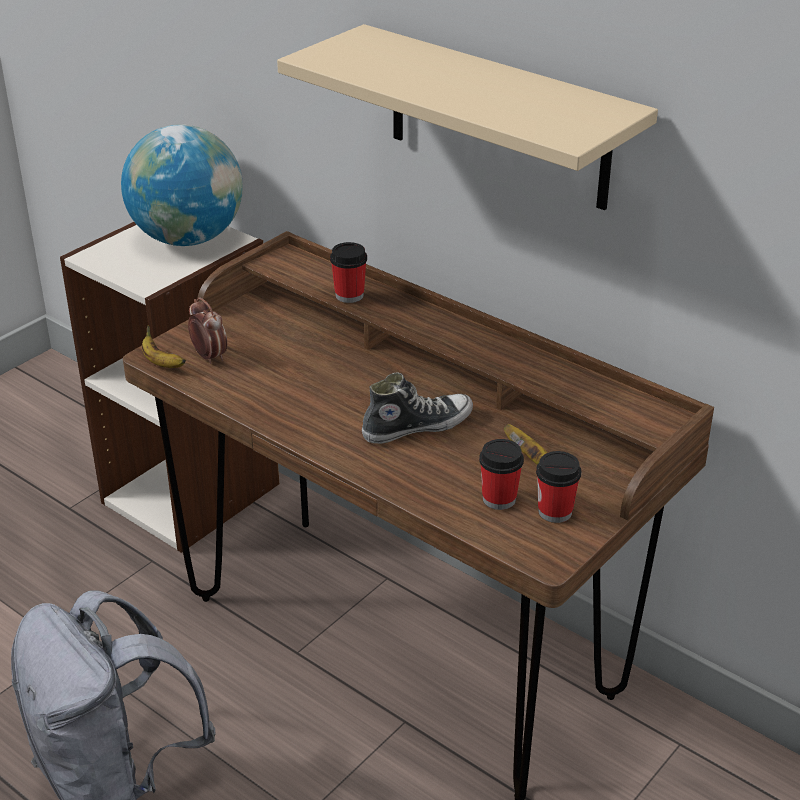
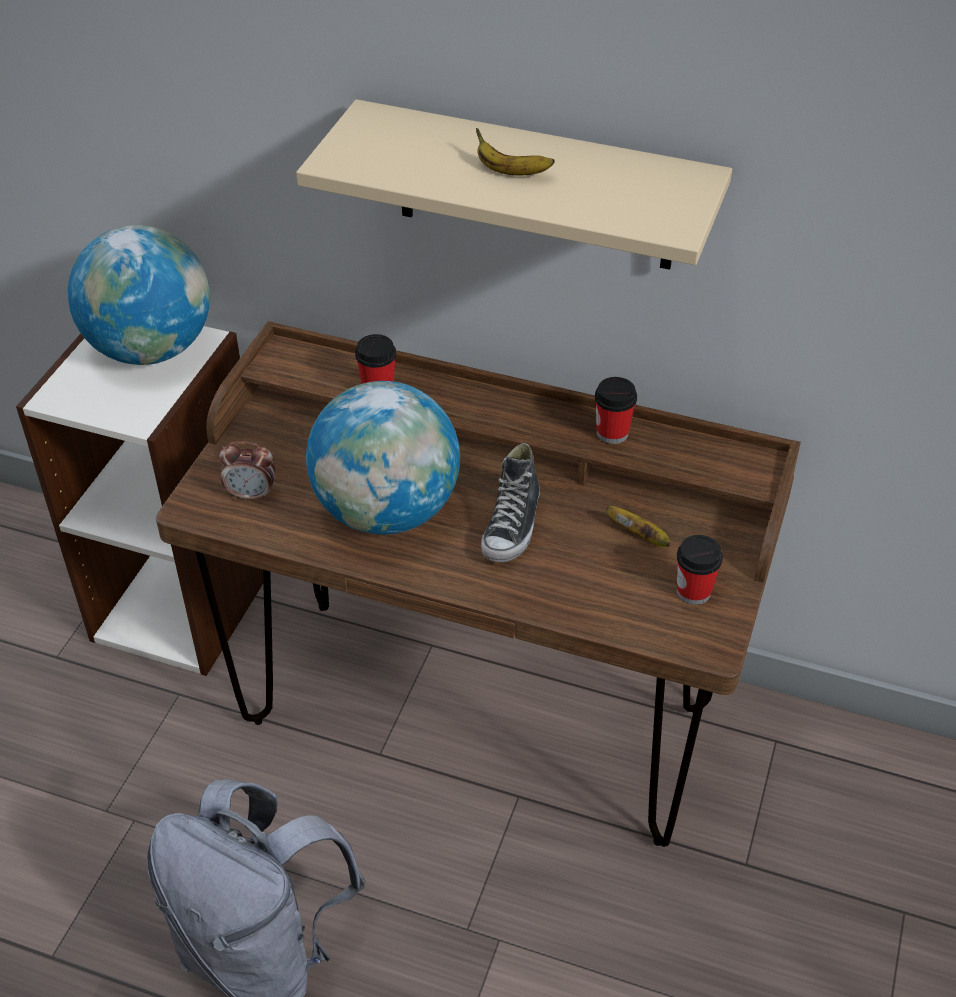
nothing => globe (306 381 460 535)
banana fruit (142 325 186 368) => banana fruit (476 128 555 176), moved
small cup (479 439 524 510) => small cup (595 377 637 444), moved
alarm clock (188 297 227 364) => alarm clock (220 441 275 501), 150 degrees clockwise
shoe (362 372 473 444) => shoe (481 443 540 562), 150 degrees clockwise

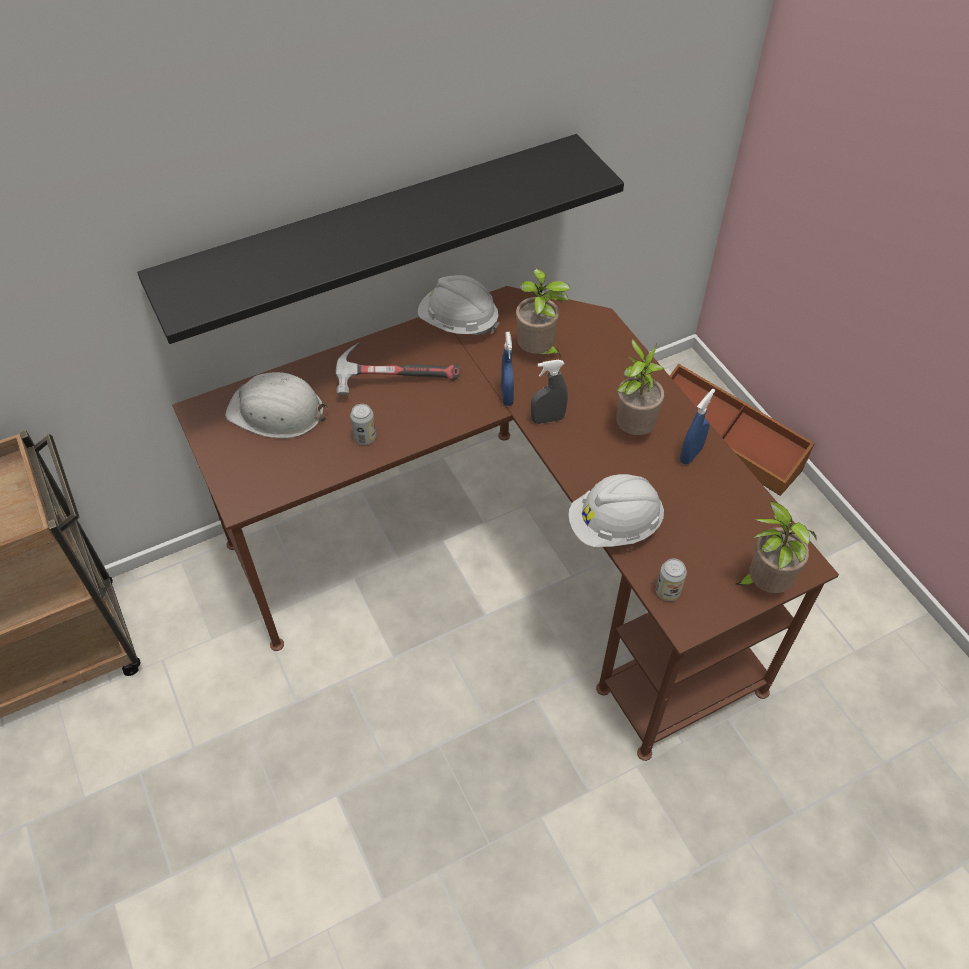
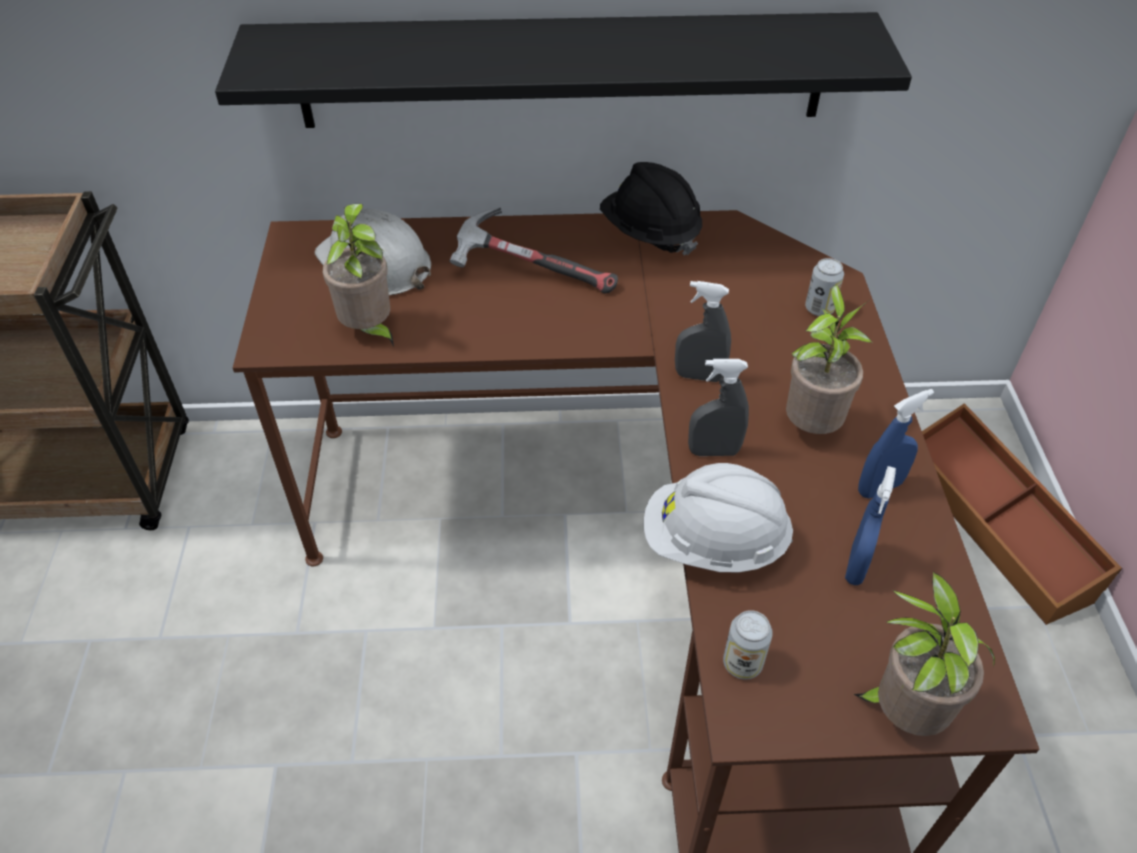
nothing => greyish sprayer (688 359 749 456)
sealed can (350 404 376 445) => sealed can (805 258 844 316), moved
blue-coloured sprayer (501 332 514 406) => blue-coloured sprayer (845 466 896 585), moved
houseplant (516 269 571 356) => houseplant (323 204 394 347), moved
whitish safety helmet (418 275 499 335) => blackish safety helmet (600 162 702 255)

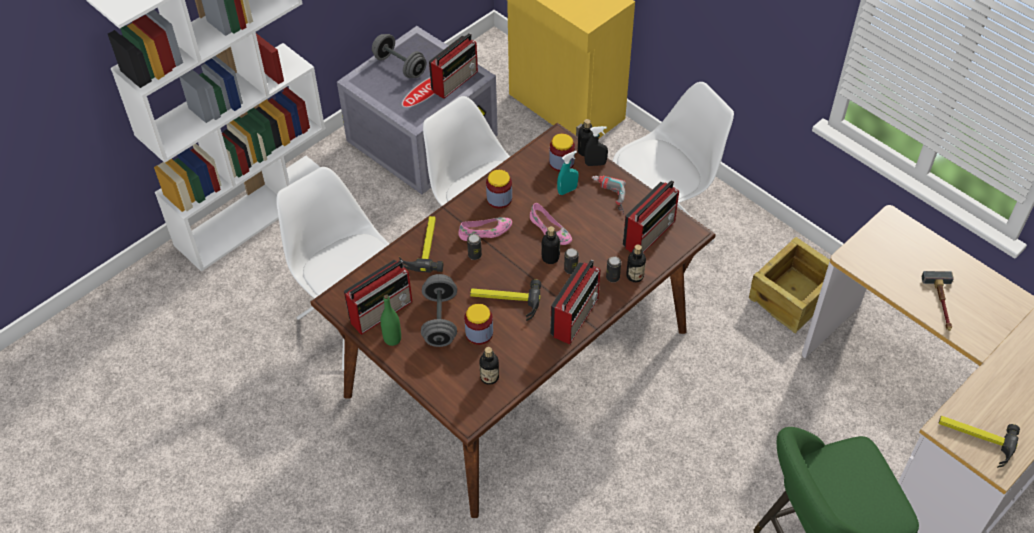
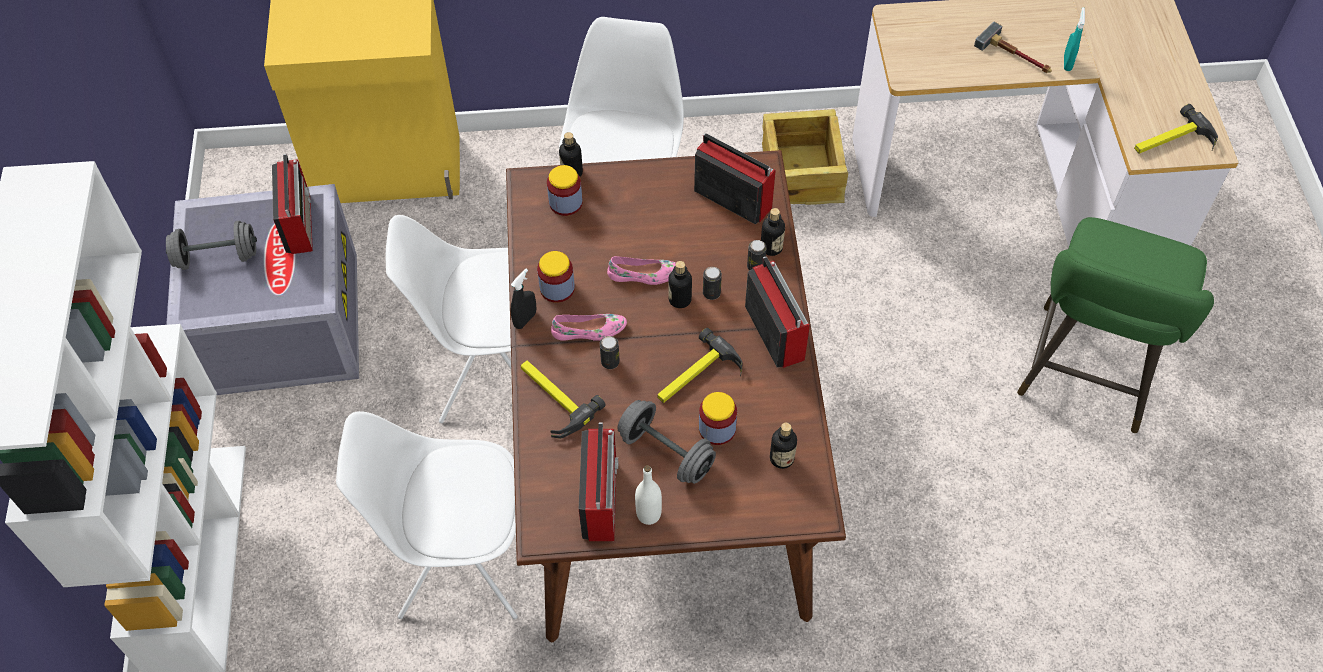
power drill (591 175 626 214) => nothing
turquoise sprayer (557 151 578 195) => turquoise sprayer (1064 7 1085 71), moved
blackish sprayer (584 126 608 166) => blackish sprayer (511 269 536 329), moved
green-coloured beverage bottle (380 295 401 346) => whitish beverage bottle (635 465 662 525)
pink shoe (458 217 512 241) => pink shoe (551 314 627 341), 60 degrees clockwise
radio set (623 180 679 253) => radio set (694 133 776 224), 45 degrees counterclockwise

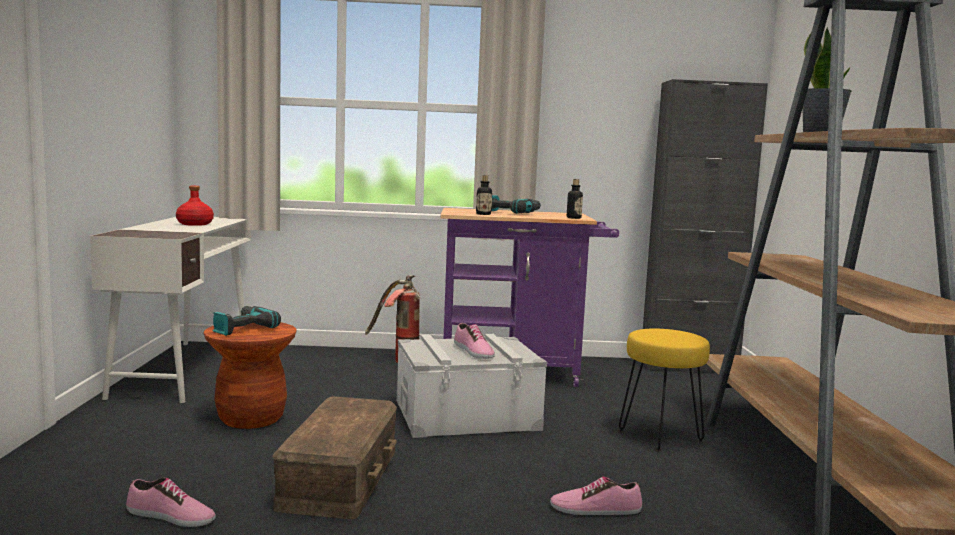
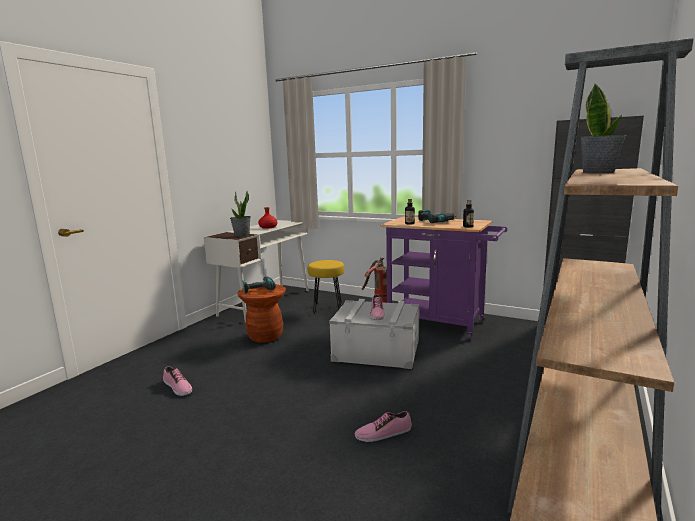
brownish storage container (272 396 397 519) => nothing
nothing => houseplant (230 191 250 237)
yellow sitting stool (619 329 710 452) => yellow sitting stool (308 260 344 314), moved
shoe (550 477 642 515) => shoe (355 411 412 442), 45 degrees counterclockwise

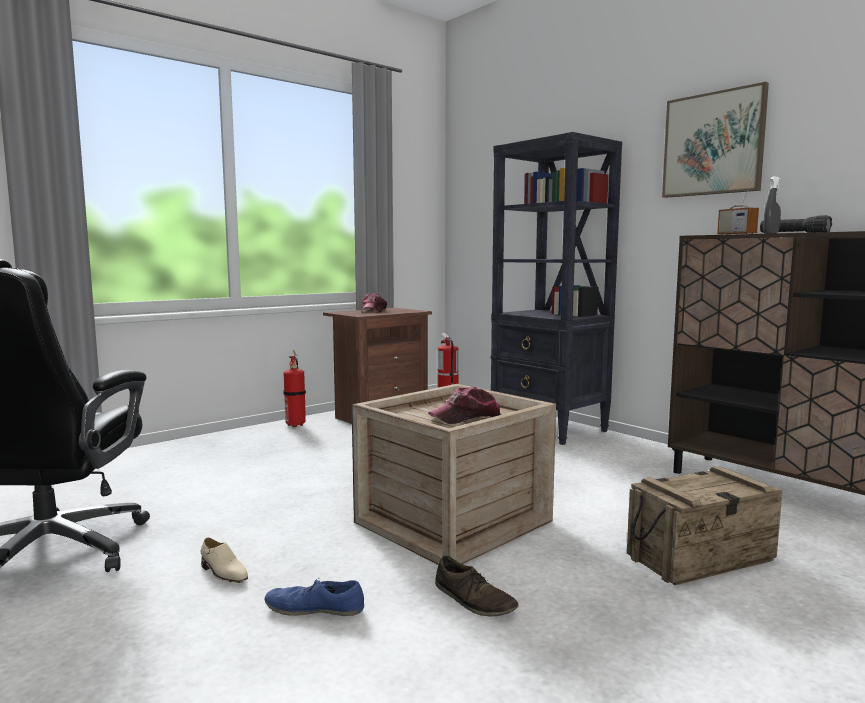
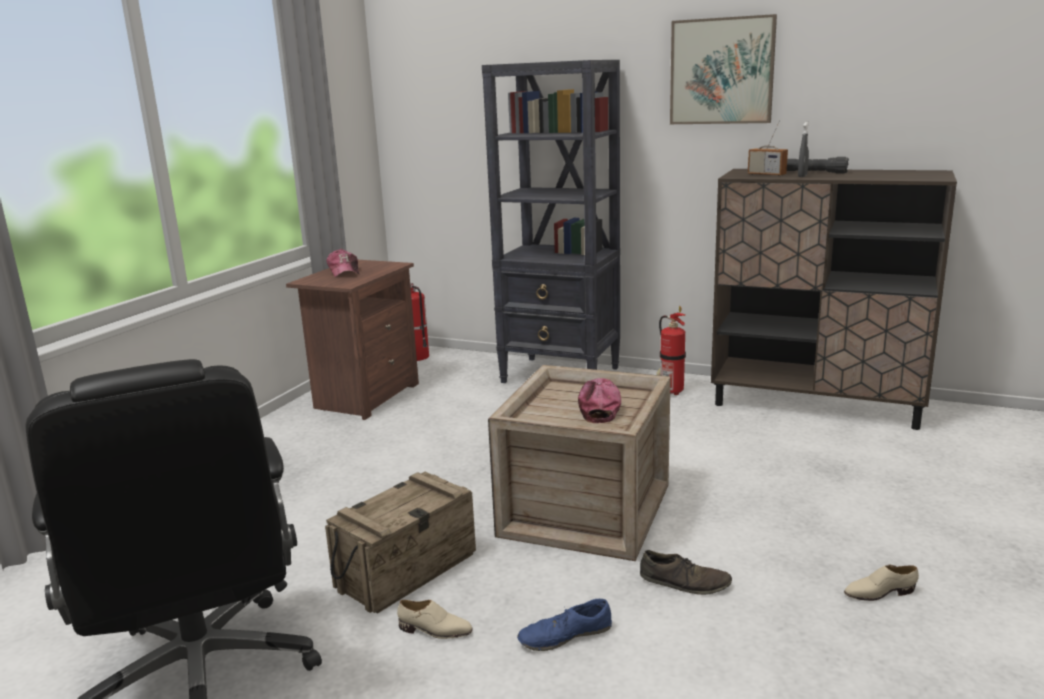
nothing => beige-coloured shoe (844 564 919 601)
extinguisher (283 350 306 427) => extinguisher (656 305 686 395), moved
shipping crate (627 466 782 585) => shipping crate (325 472 476 614), moved
baseball cap (428 387 501 424) => baseball cap (578 378 621 423), 150 degrees clockwise

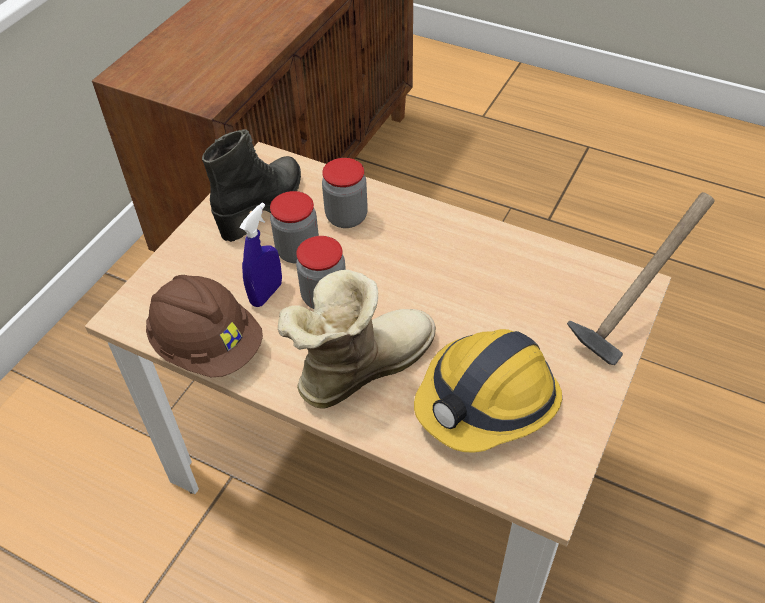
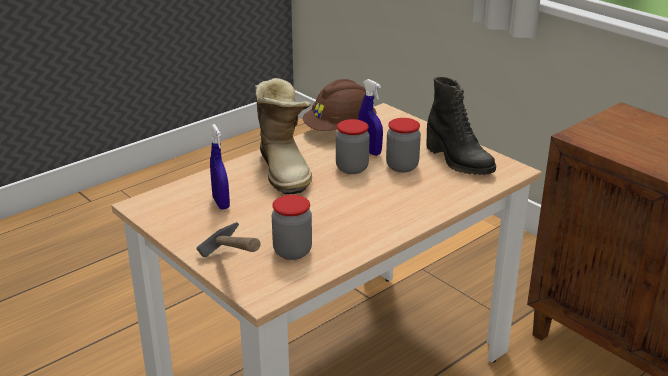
jar (322 158 368 228) => jar (272 195 312 260), moved
safety helmet (414 329 562 453) => blue-coloured sprayer (210 124 230 210)

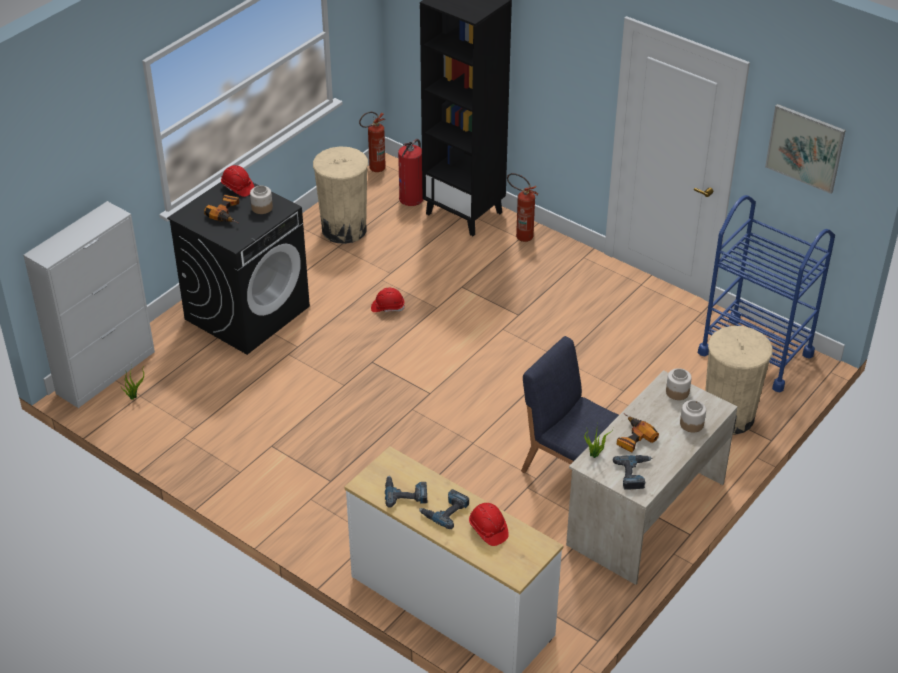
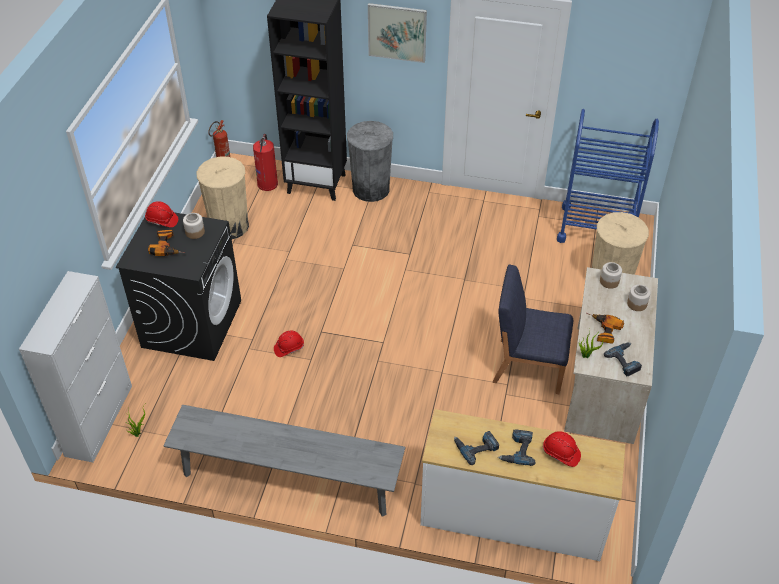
nothing => greyish long seat (163 405 405 517)
reddish safety helmet (371 288 405 312) => reddish safety helmet (274 331 304 357), moved
picture (765 104 846 194) => picture (368 3 427 63), moved
extinguisher (507 173 538 242) => greyish trash can (347 121 393 202)

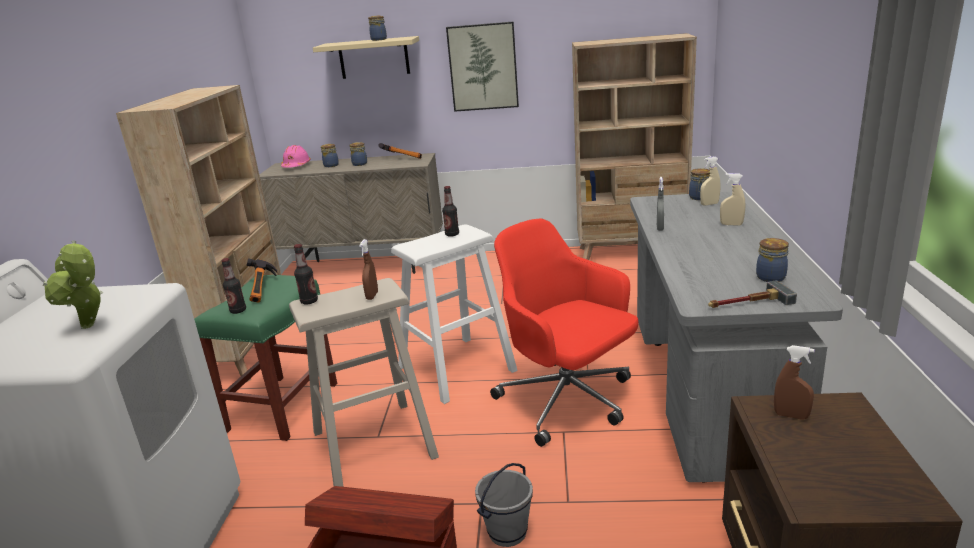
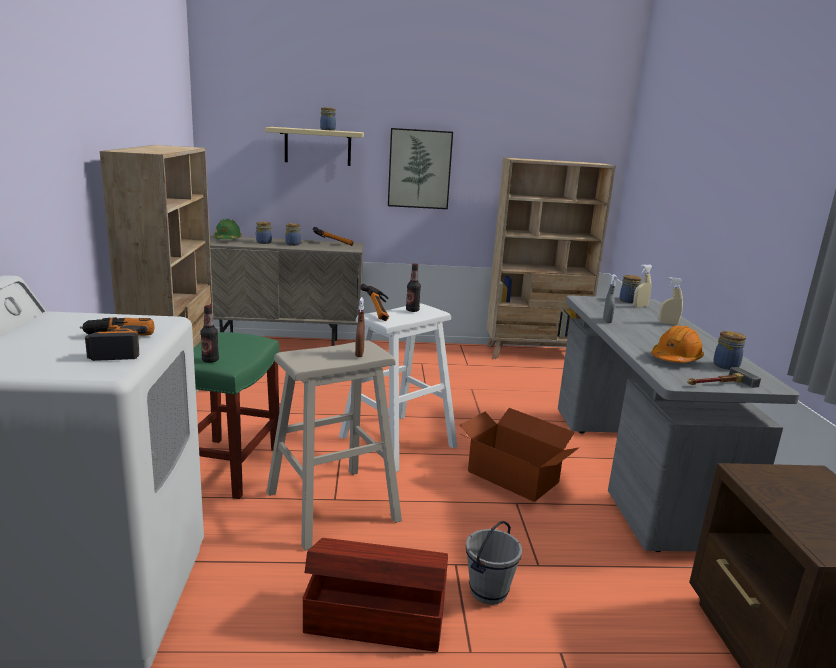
beverage bottle (294 244 318 305) => nothing
brownish sprayer (774 345 815 420) => nothing
nothing => orange-coloured safety helmet (651 325 704 363)
tool hammer (246 258 277 303) => tool hammer (360 284 389 321), moved
houseplant (43 240 103 329) => power drill (80 317 154 361)
reddish desk chair (490 219 638 447) => packing box (460 408 580 502)
pink safety helmet (281 145 311 168) => green-coloured safety helmet (213 219 242 239)

